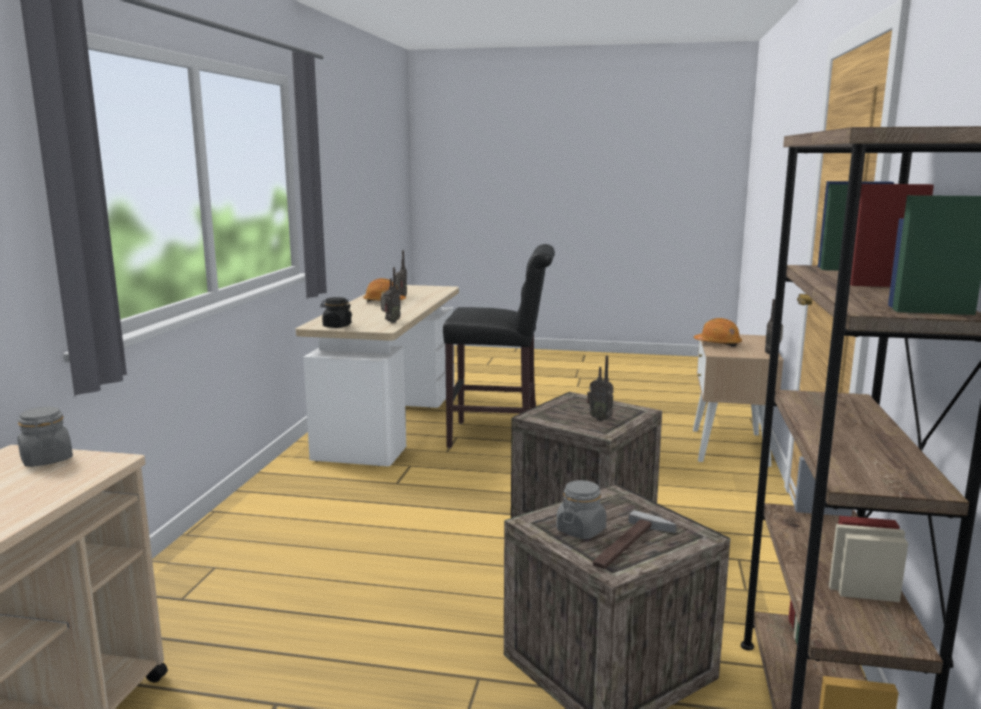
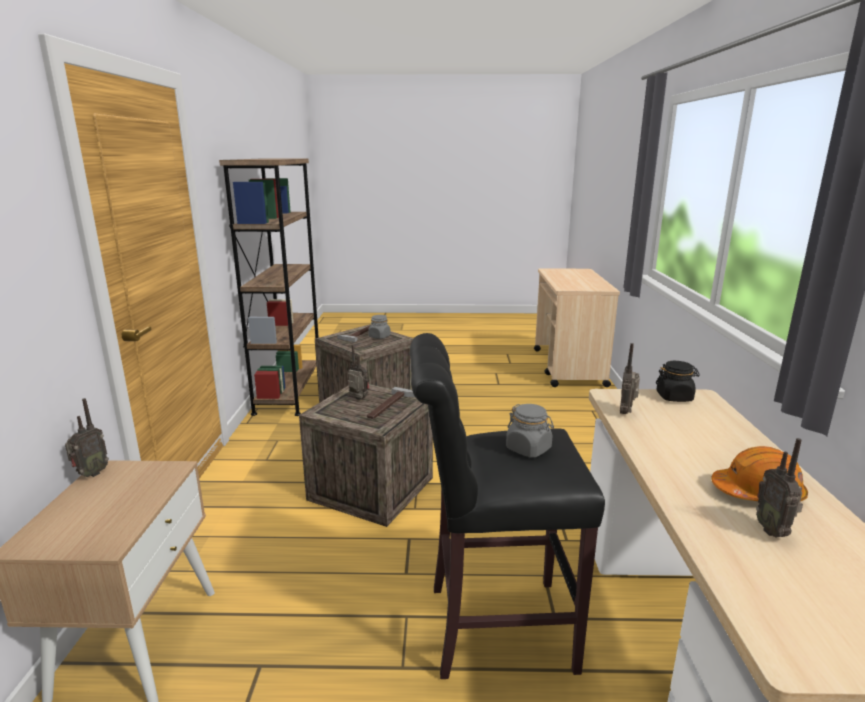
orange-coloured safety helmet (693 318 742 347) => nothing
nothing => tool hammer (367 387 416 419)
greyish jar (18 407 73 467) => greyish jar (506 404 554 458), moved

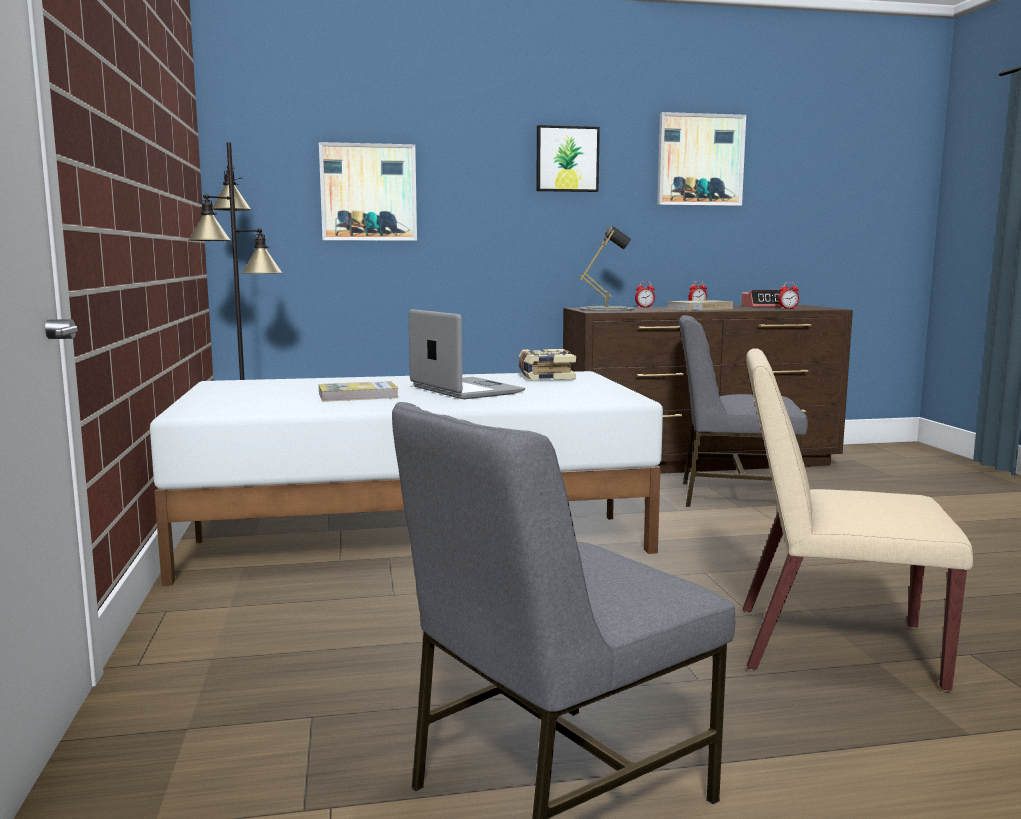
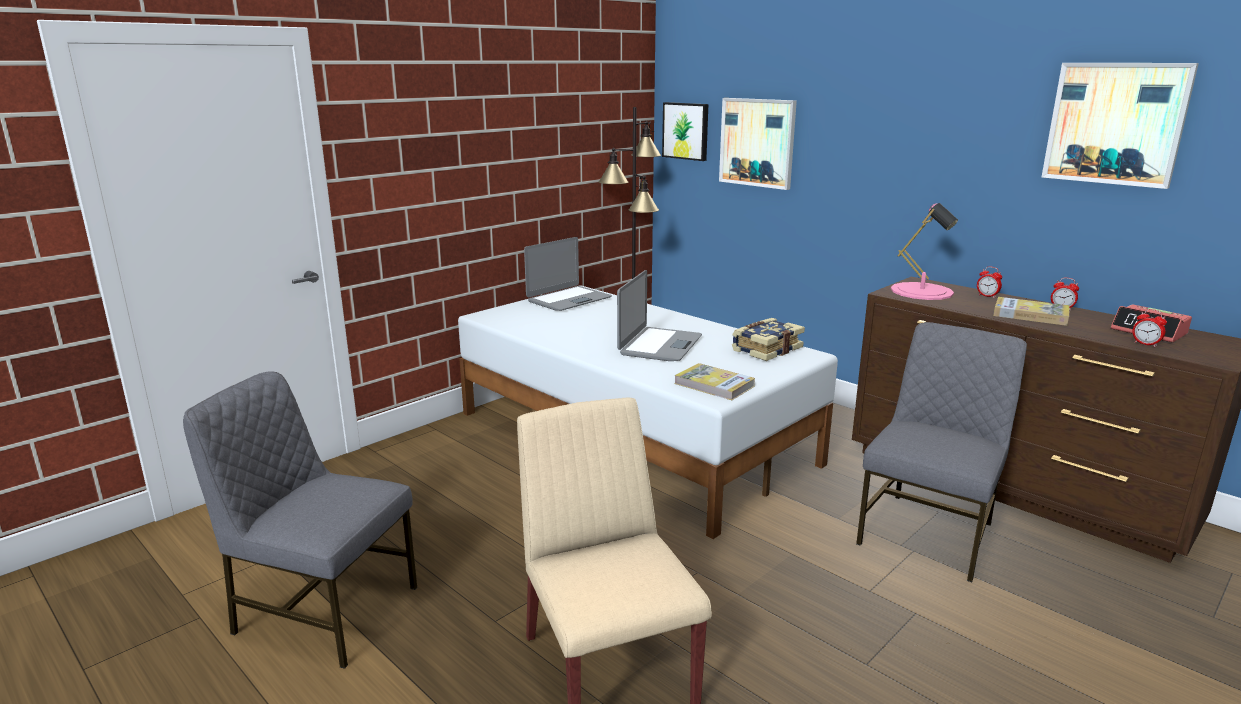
nothing => notebook computer (524 237 612 311)
volume (319 381 399 402) => volume (674 363 755 400), moved
picture (536 125 600 192) => picture (662 102 708 161), moved
greyish lamp for a table (580 226 634 311) => pink lamp for a table (891 203 958 300)
greyish plain chair (679 315 808 507) => greyish plain chair (856 322 1027 582), 60 degrees clockwise

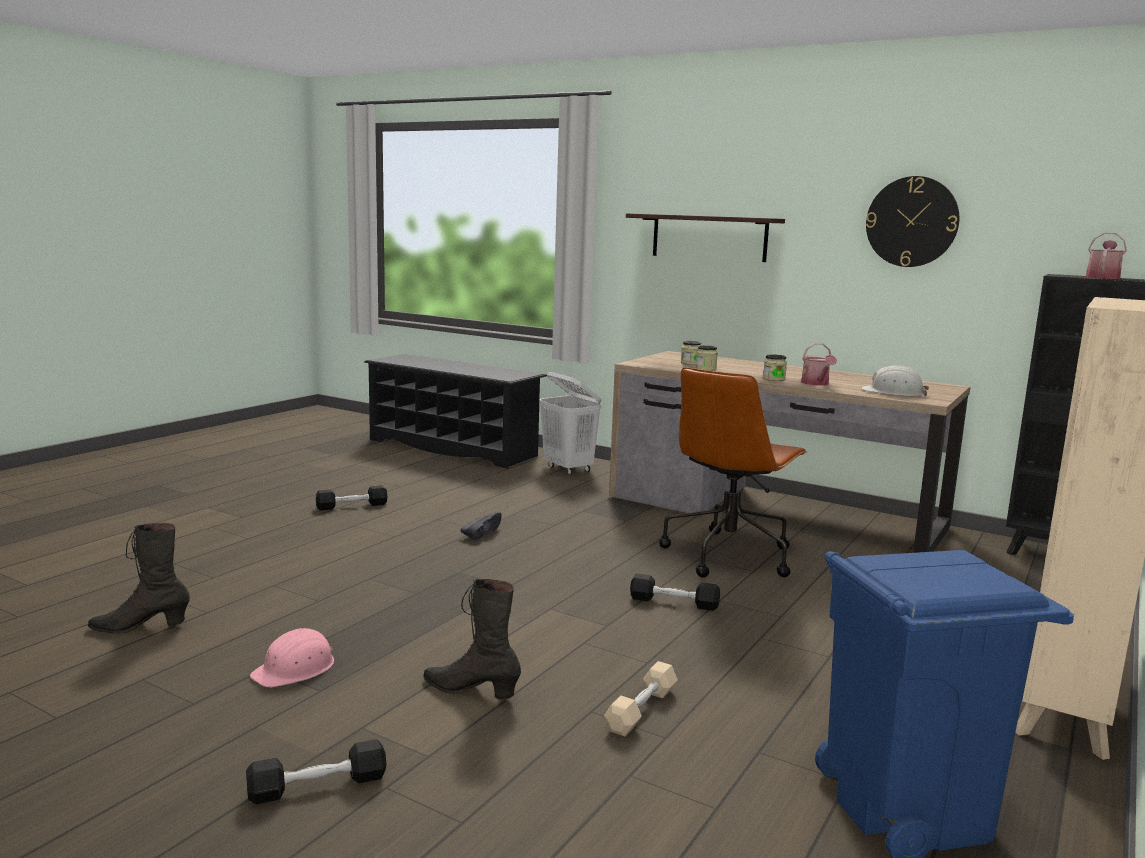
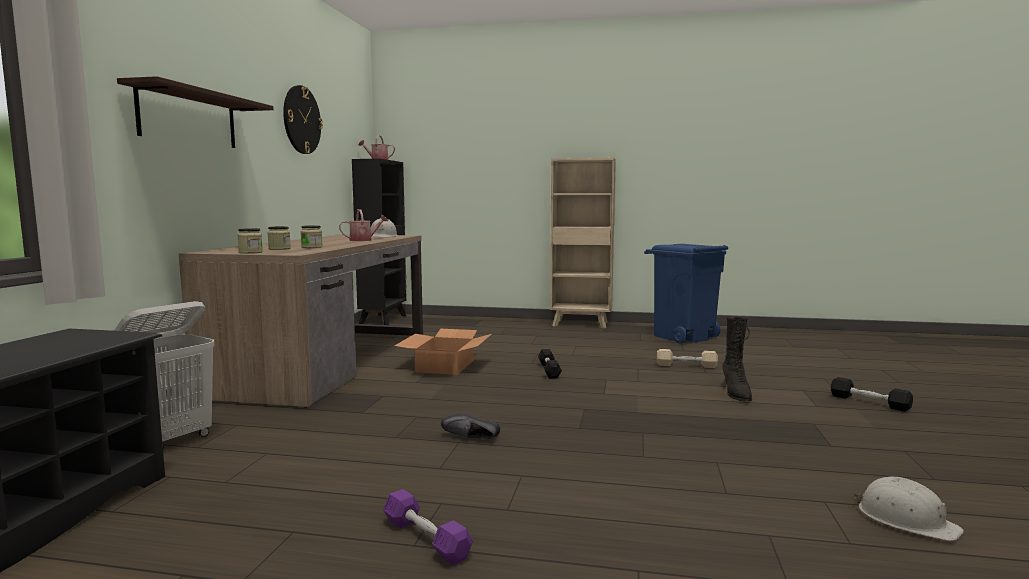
pink safety helmet (250 628 334 687) => nothing
jar (763 354 787 381) => jar (237 228 263 254), moved
blackish boot (88 523 190 634) => whitish safety helmet (854 477 964 541)
brownish desk chair (659 367 807 578) => packing box (395 329 491 375)
blackish free weight (316 485 387 511) => purple-coloured free weight (383 489 473 565)

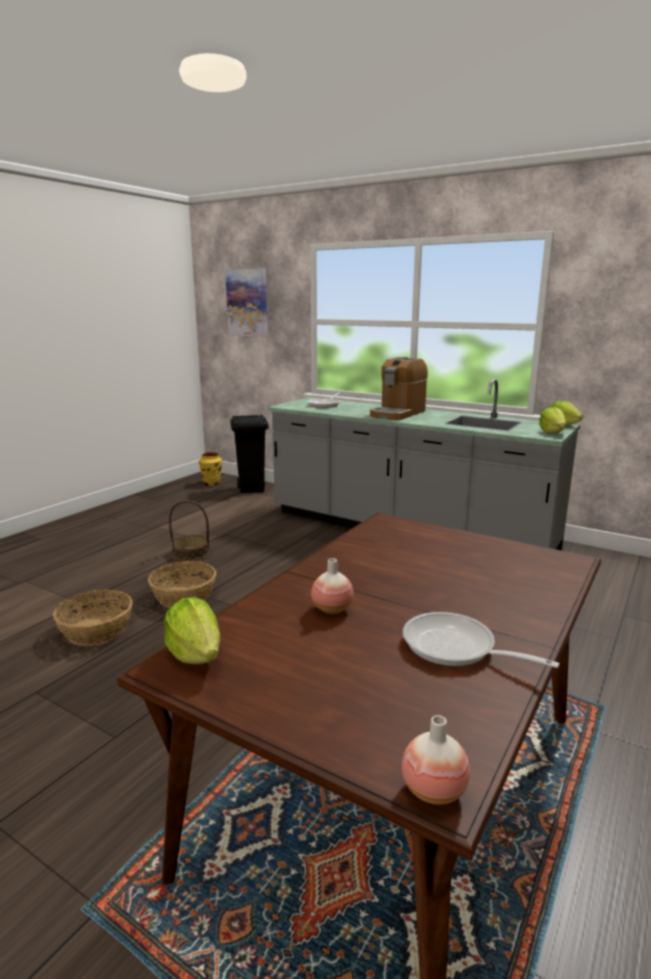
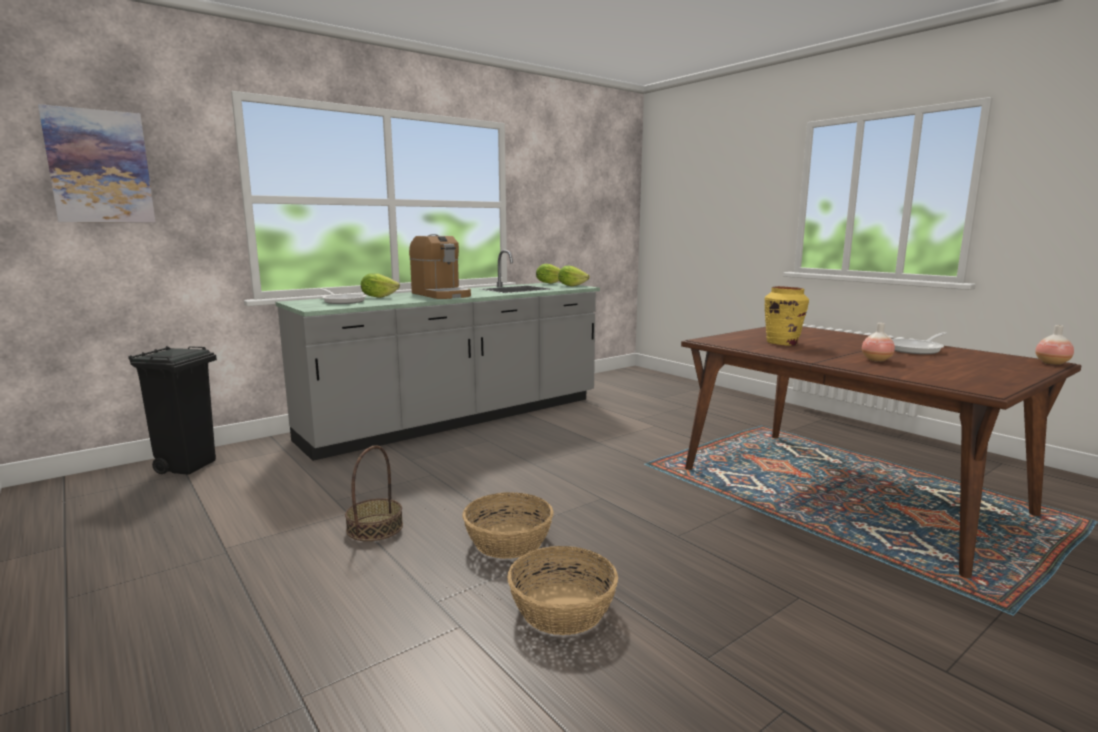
lettuce (164 597 220 665) => lettuce (361 273 400 298), moved
yellow vase (199 452 222 486) => yellow vase (765 286 809 346), moved

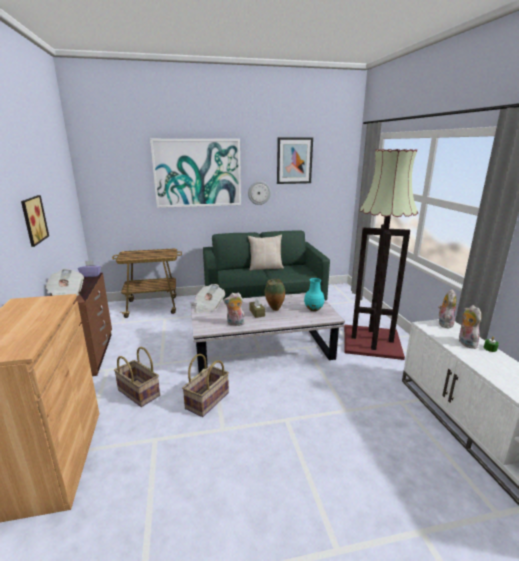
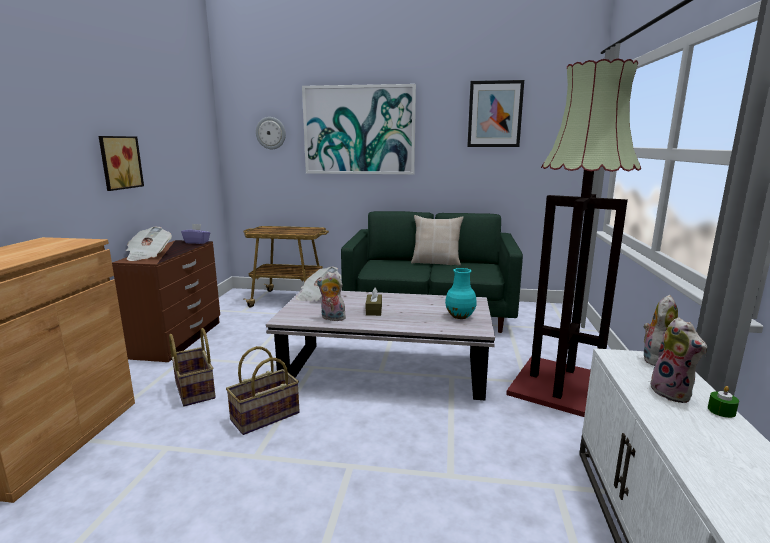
vase (265 279 285 311) => nothing
hanging clock (248 181 271 205) => hanging clock (256 117 286 149), moved
plush toy (459 305 481 349) => plush toy (649 317 707 403), 150 degrees clockwise

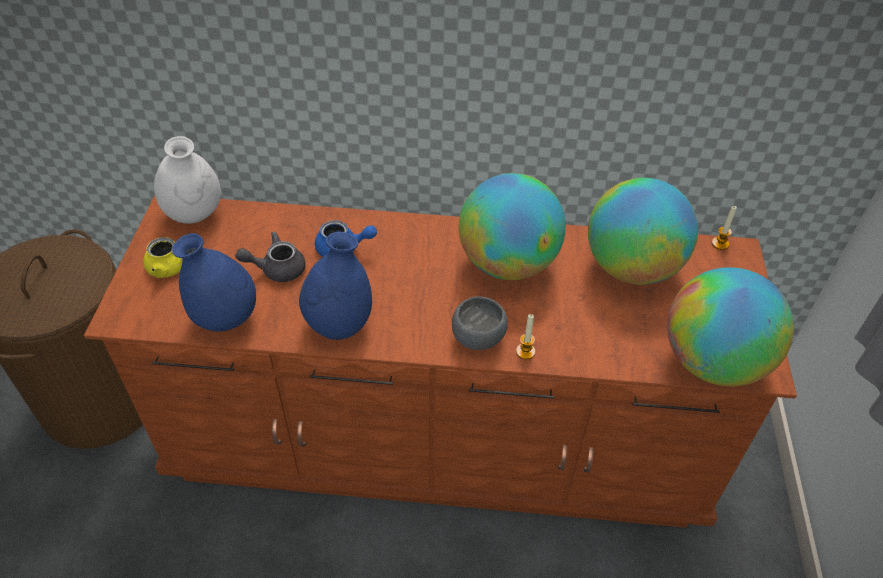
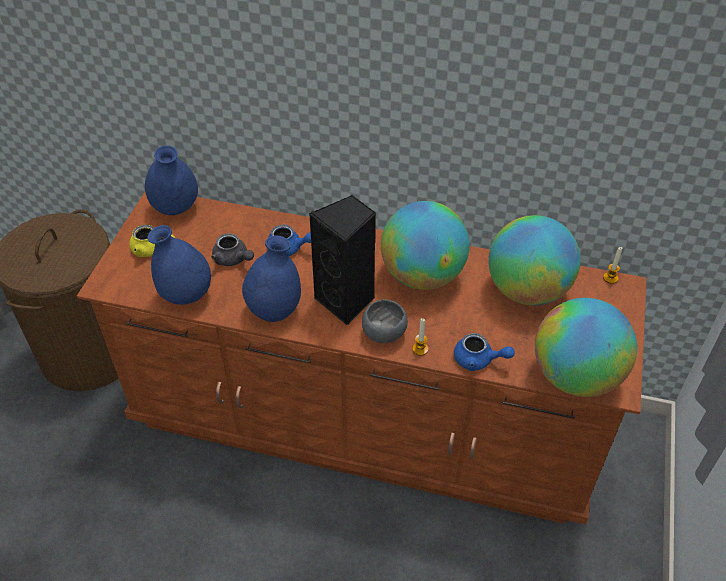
nothing => blackish audio speaker (309 195 376 325)
nothing => blue-coloured pot for tea (454 333 515 371)
whitish vase (154 136 221 224) => blue-coloured vase (145 145 198 215)
greyish pot for tea (235 231 306 282) => greyish pot for tea (211 233 254 266), 135 degrees counterclockwise

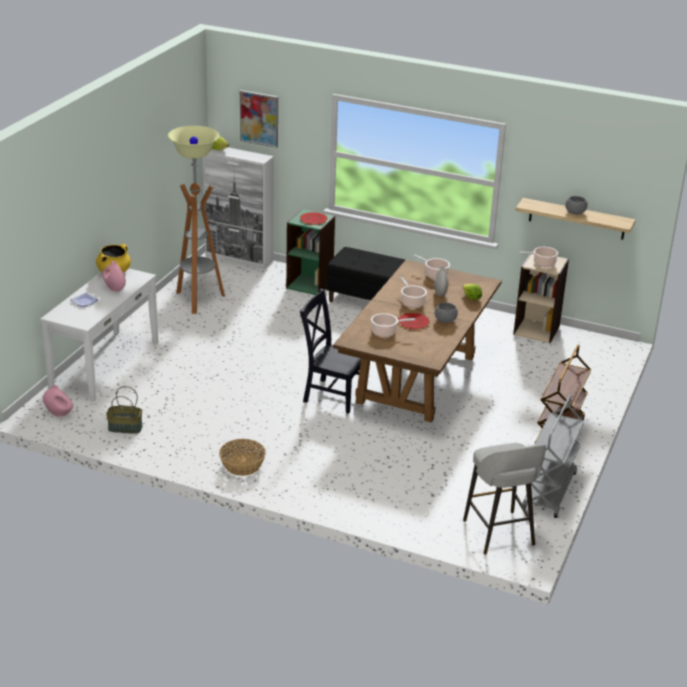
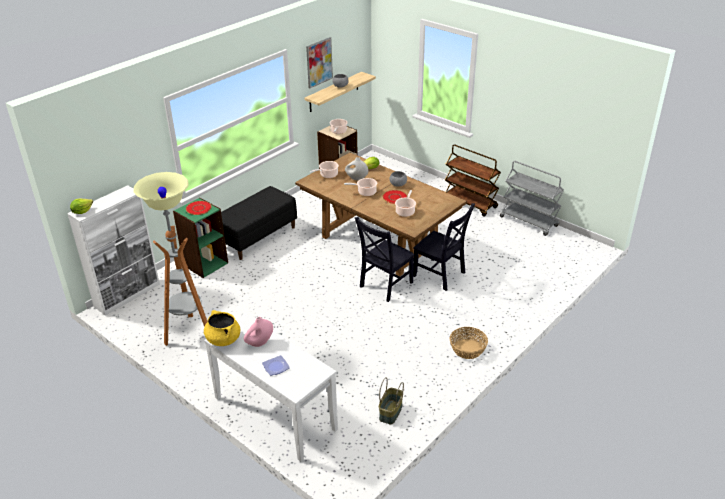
pink vase (43 385 73 417) => nothing
greyish sitting stool (463 443 546 554) => nothing
nothing => blackish plain chair (413 203 475 291)
picture (240 90 278 148) => picture (306 37 333 88), moved

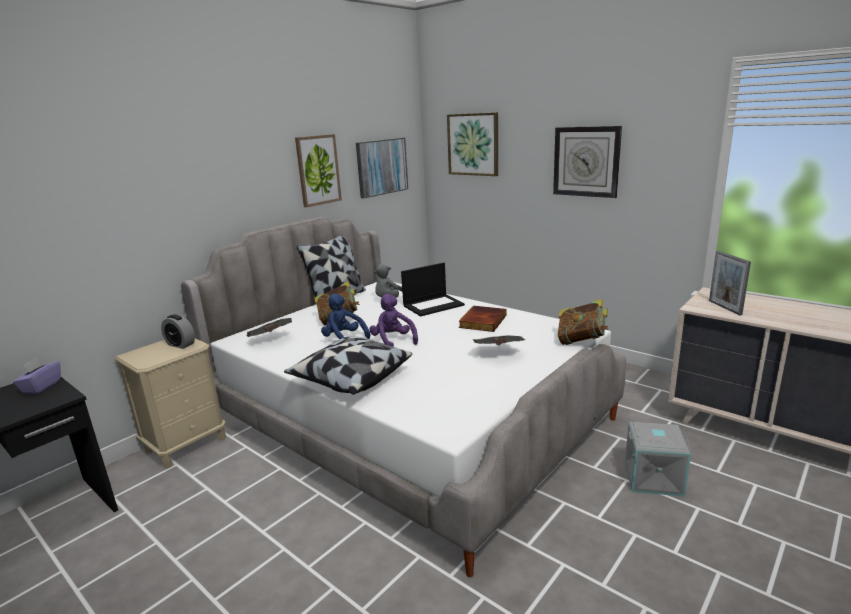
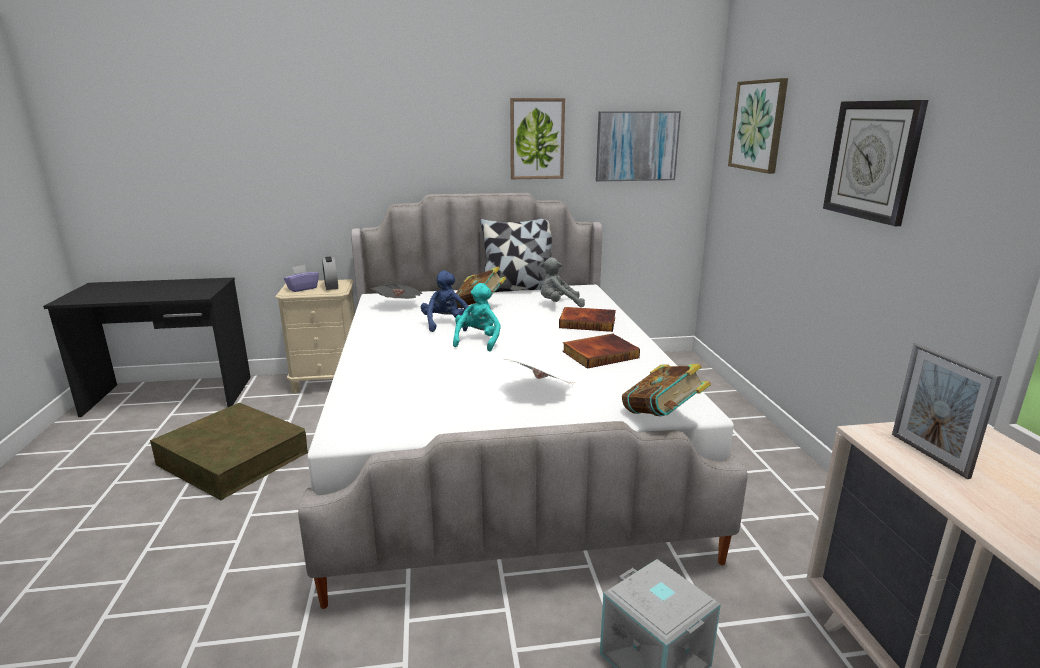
pillow (284 336 412 395) => nothing
nothing => brownish storage container (150 403 308 500)
purple-coloured tissue holder (13 358 61 394) => purple-coloured tissue holder (284 265 319 292), moved
notebook computer (401 263 465 316) => volume (559 307 616 332)
purple-coloured plush toy (369 294 418 346) => turquoise plush toy (453 283 501 351)
photo frame (709 251 751 316) => photo frame (892 342 1002 479), 45 degrees counterclockwise

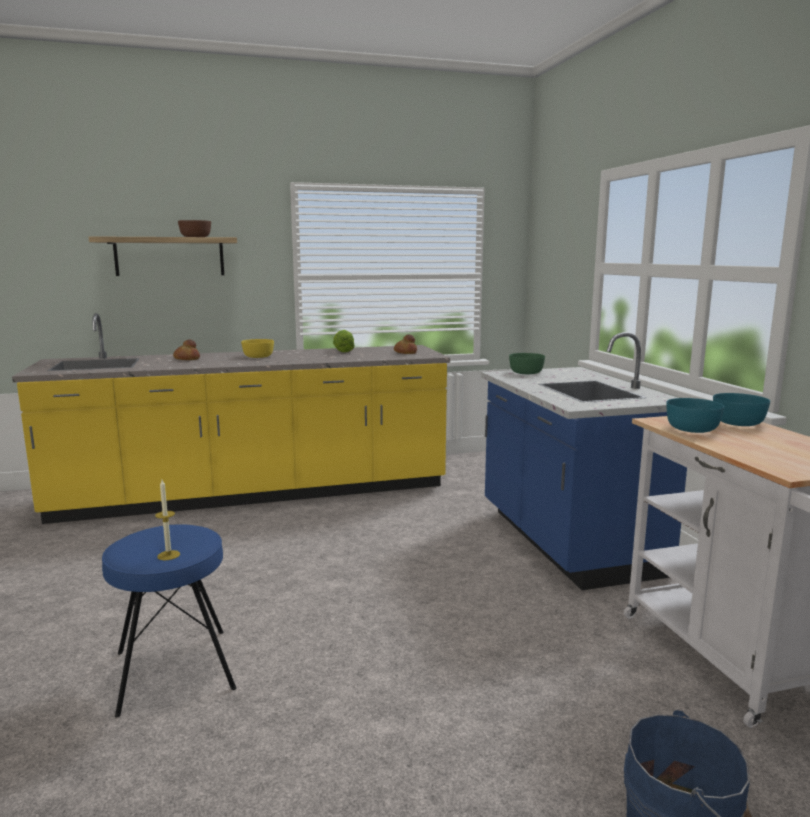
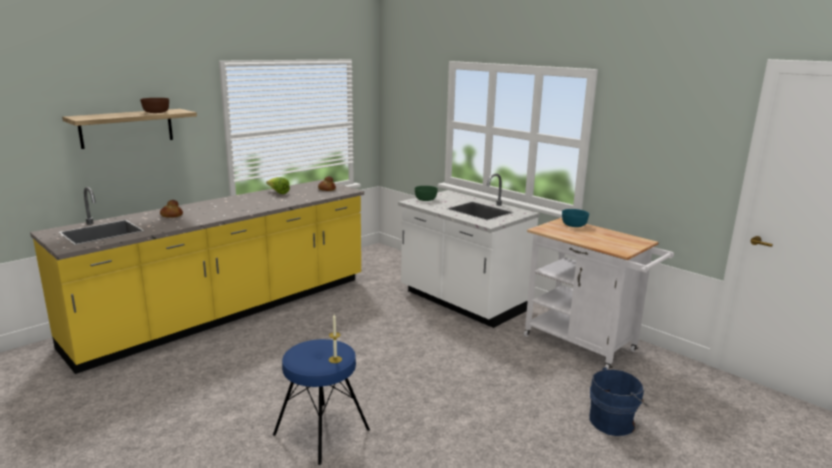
yellow bowl (241 339 274 358) => nothing
turquoise bowl (666 398 724 433) => nothing
blue-coloured kitchen counter (481 332 687 590) => whitish kitchen counter (398 173 540 328)

